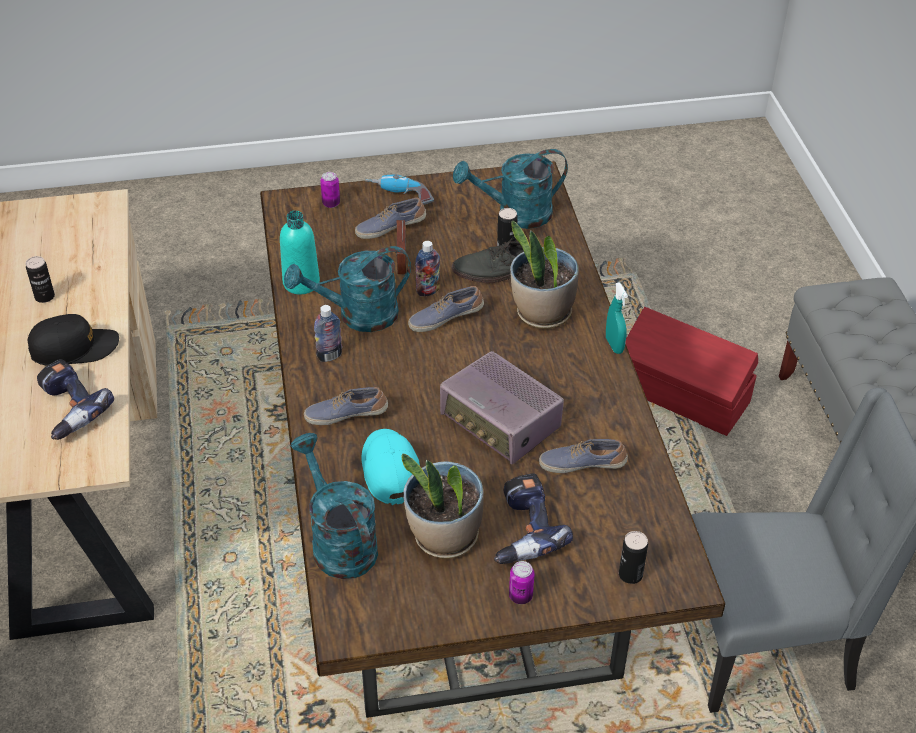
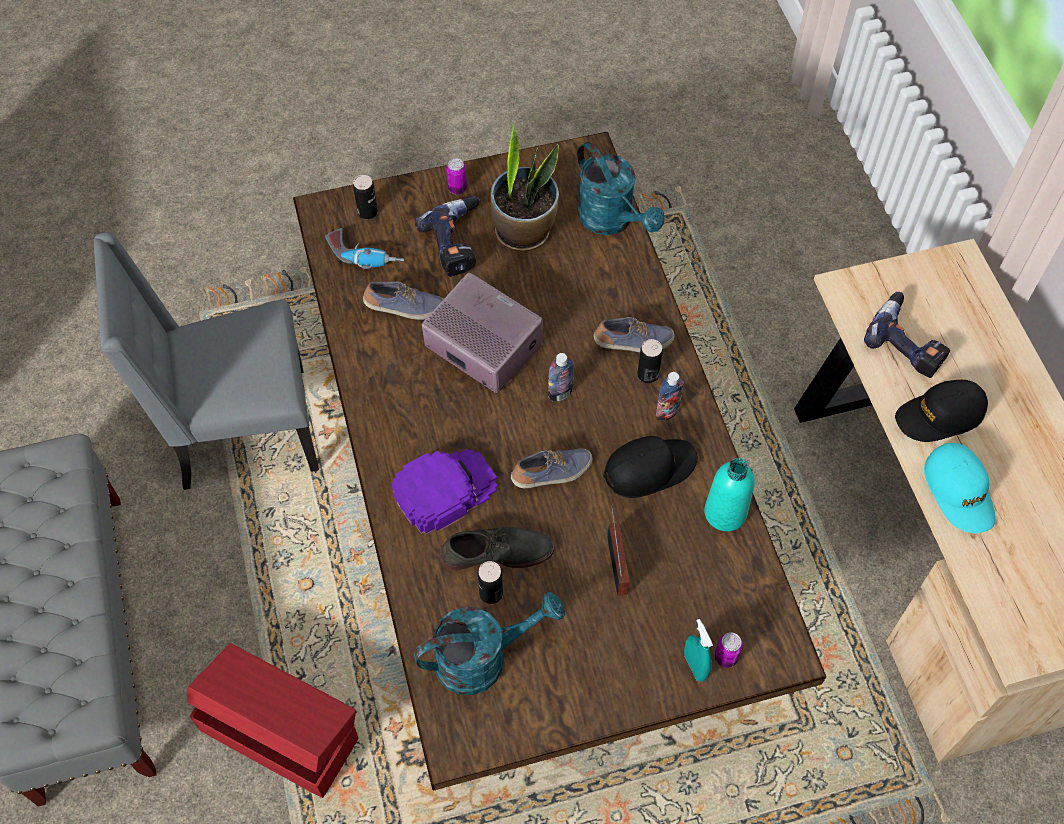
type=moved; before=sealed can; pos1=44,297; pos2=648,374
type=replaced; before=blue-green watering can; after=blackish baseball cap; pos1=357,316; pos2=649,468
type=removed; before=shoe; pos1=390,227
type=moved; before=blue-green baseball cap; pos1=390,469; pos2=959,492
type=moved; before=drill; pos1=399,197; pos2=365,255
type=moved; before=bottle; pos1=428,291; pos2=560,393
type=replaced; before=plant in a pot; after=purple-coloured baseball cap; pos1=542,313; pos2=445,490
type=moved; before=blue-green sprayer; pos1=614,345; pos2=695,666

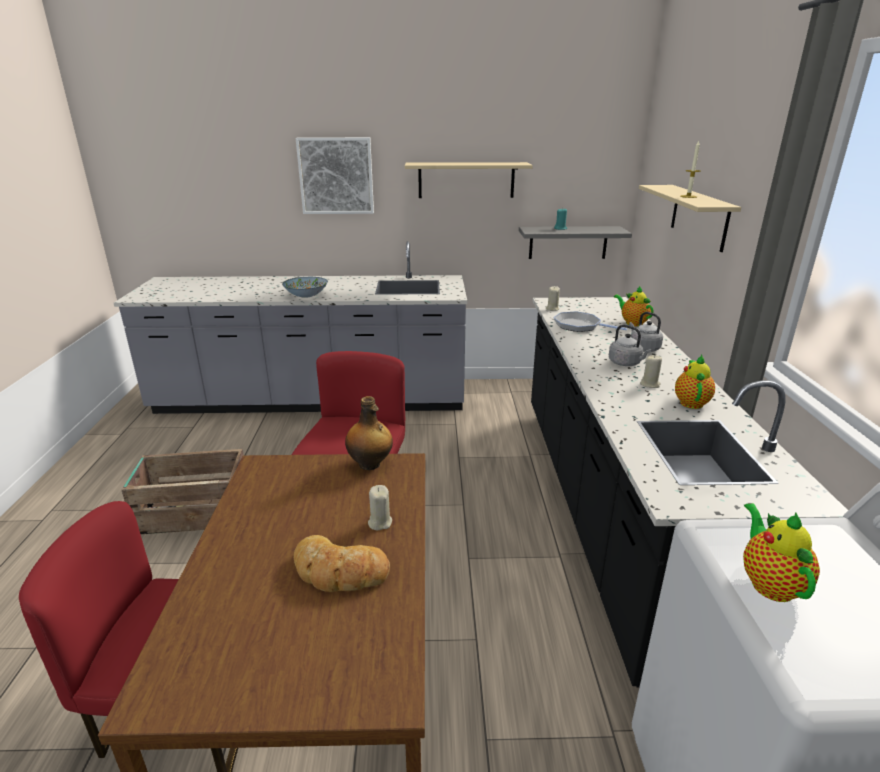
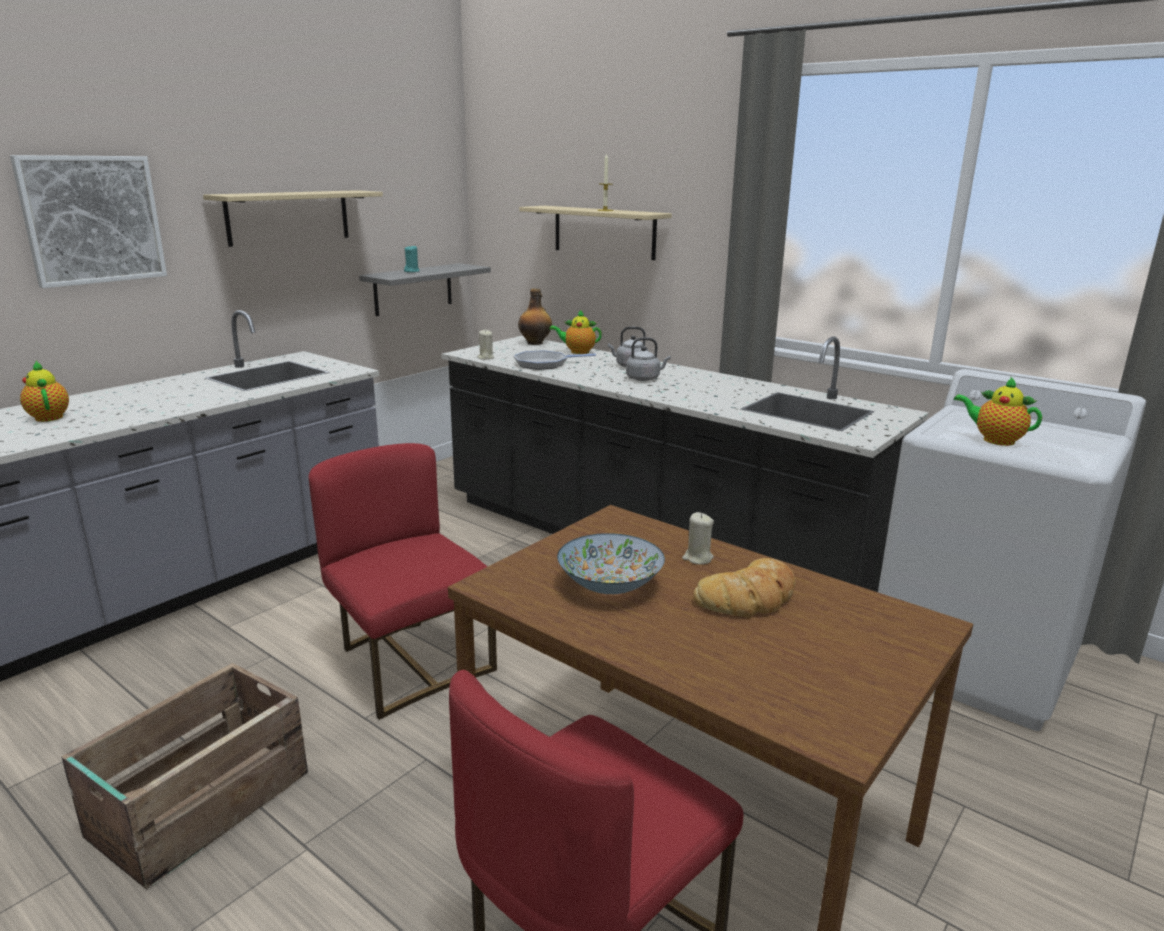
type=moved; before=bowl; pos1=306,296; pos2=610,586
type=moved; before=bottle; pos1=370,464; pos2=535,343
type=removed; before=beige wax candle; pos1=650,384
type=moved; before=pot for tea; pos1=691,402; pos2=49,417

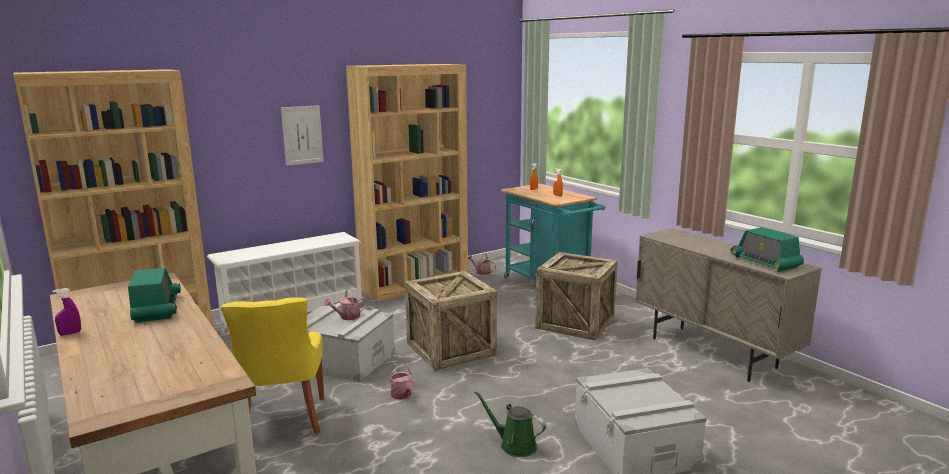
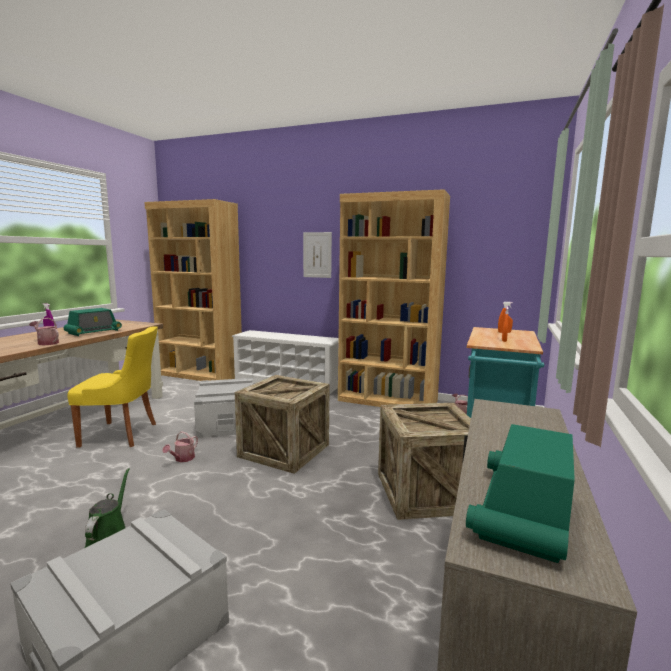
type=turned; before=yellowish plain chair; pos1=282,421; pos2=122,434; turn=-135
type=moved; before=watering can; pos1=347,317; pos2=46,343

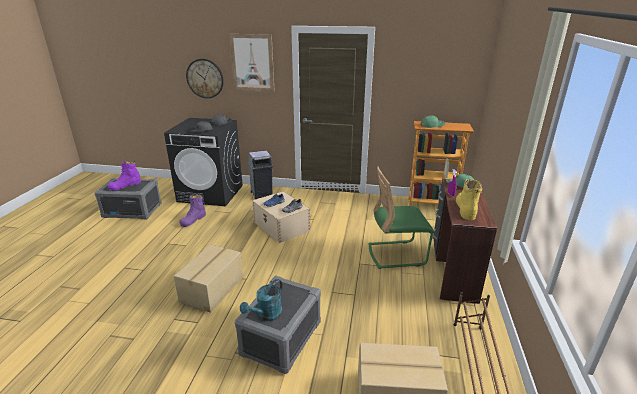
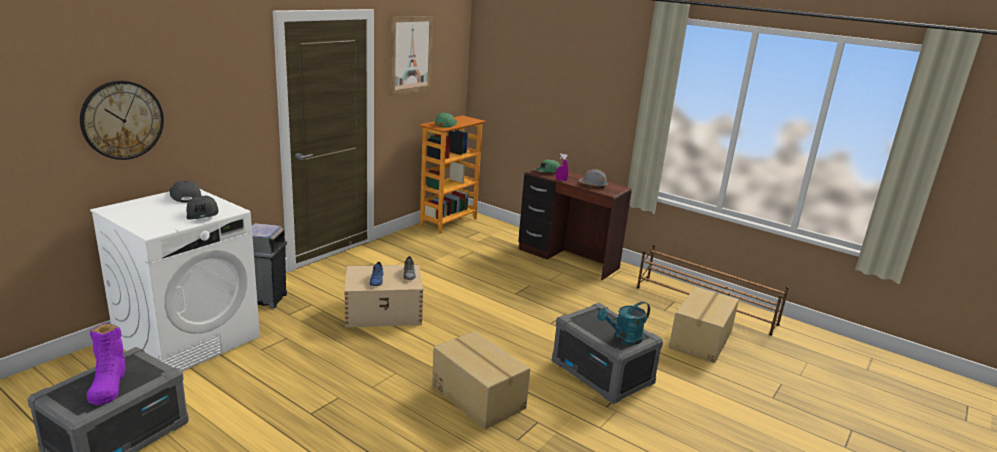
type=recoloured; before=blackish washing machine; after=whitish washing machine; pos1=211,193; pos2=189,339
type=removed; before=purple-coloured tall boot; pos1=193,220
type=moved; before=wall picture; pos1=252,63; pos2=411,55
type=turned; before=blue-green watering can; pos1=266,315; pos2=623,338; turn=90
type=removed; before=greenish plain chair; pos1=396,254
type=replaced; before=yellowish tall boot; after=greyish work helmet; pos1=465,209; pos2=593,185

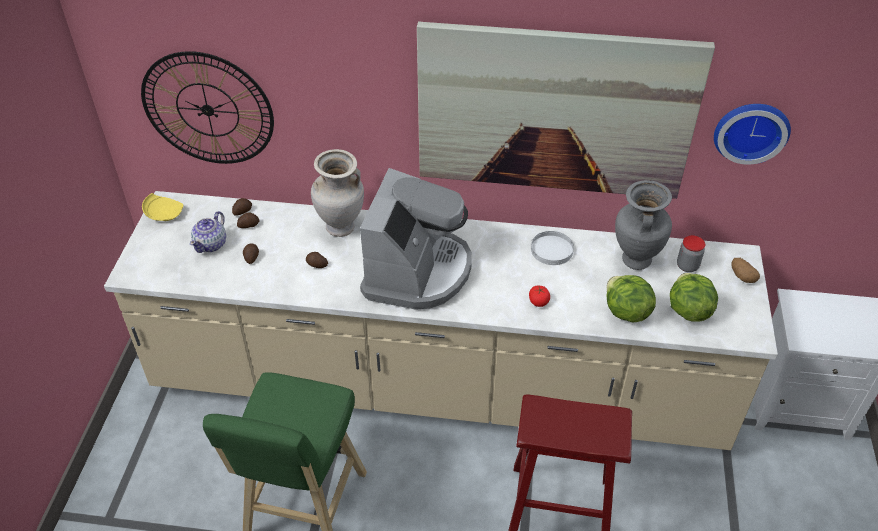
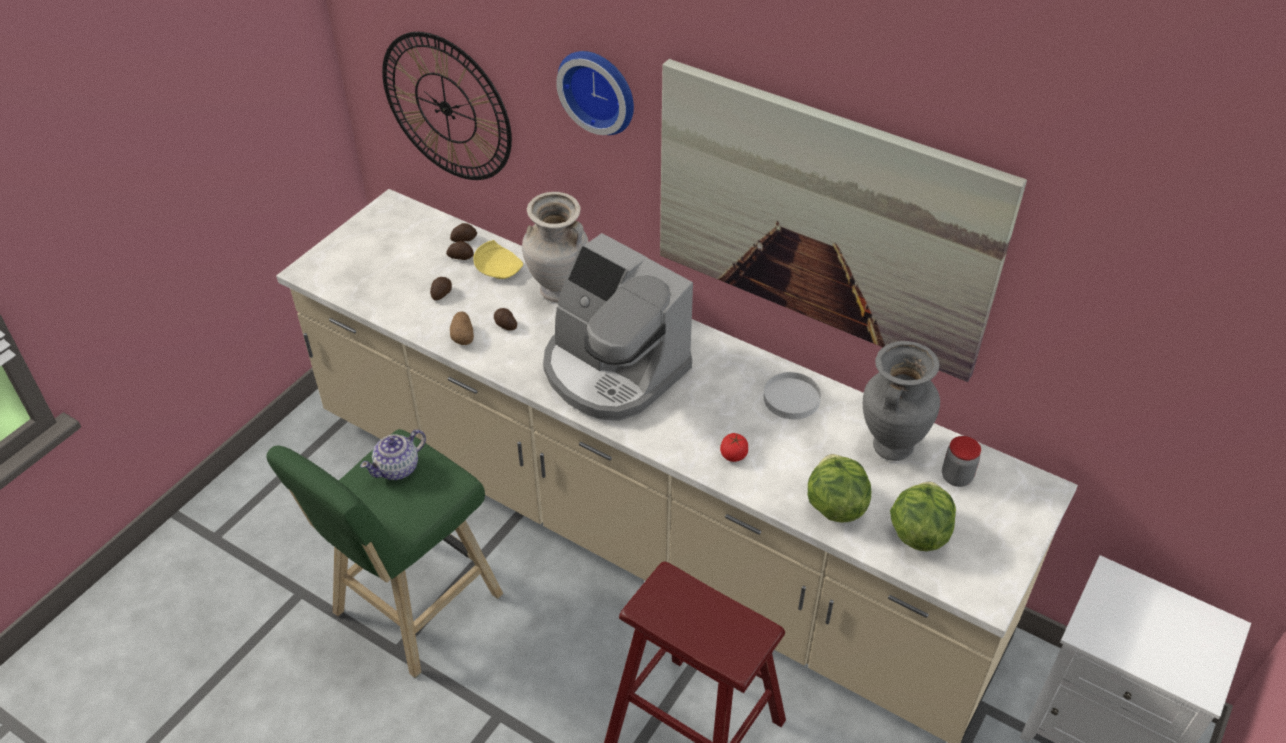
type=moved; before=yellowish dinner plate; pos1=164,213; pos2=499,269
type=moved; before=pot for tea; pos1=211,244; pos2=398,468
type=turned; before=coffee maker; pos1=417,271; pos2=612,370; turn=90
type=moved; before=hanging clock; pos1=750,130; pos2=599,89
type=moved; before=potato; pos1=742,276; pos2=463,336

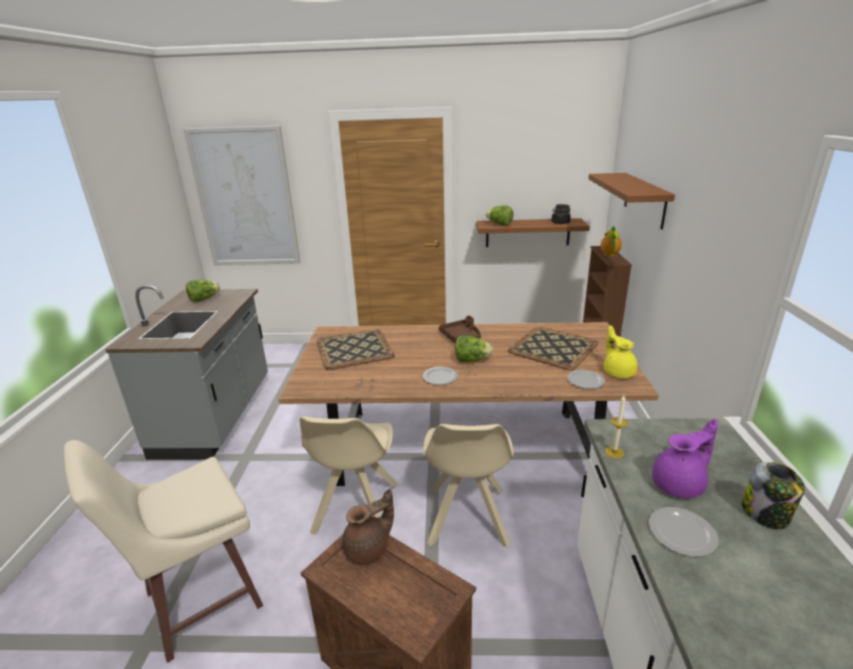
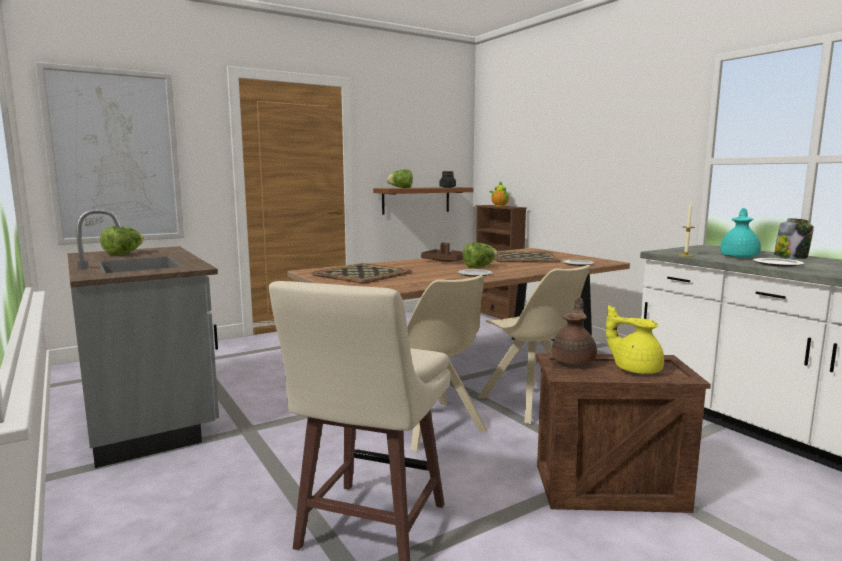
type=removed; before=brownish bracket shelf; pos1=644,199
type=moved; before=yellowish pot for tea; pos1=618,372; pos2=635,369
type=recoloured; before=purple-coloured pot for tea; after=blue-green pot for tea; pos1=679,484; pos2=739,257

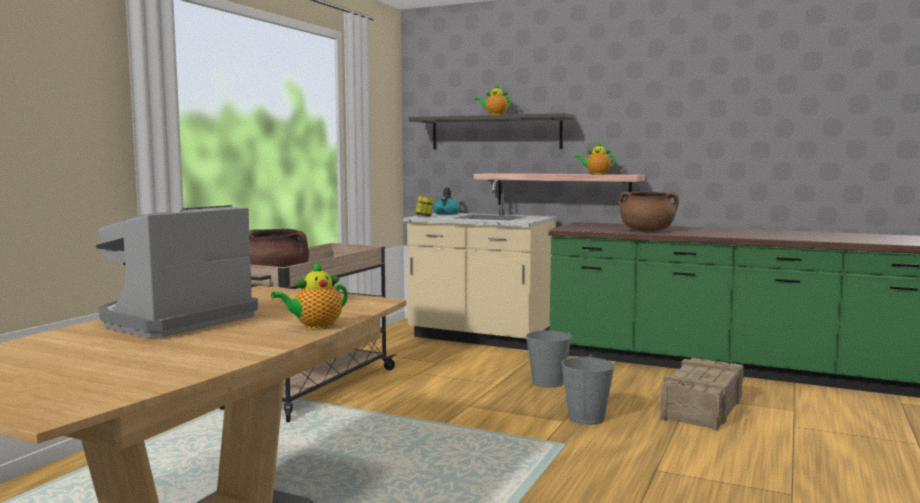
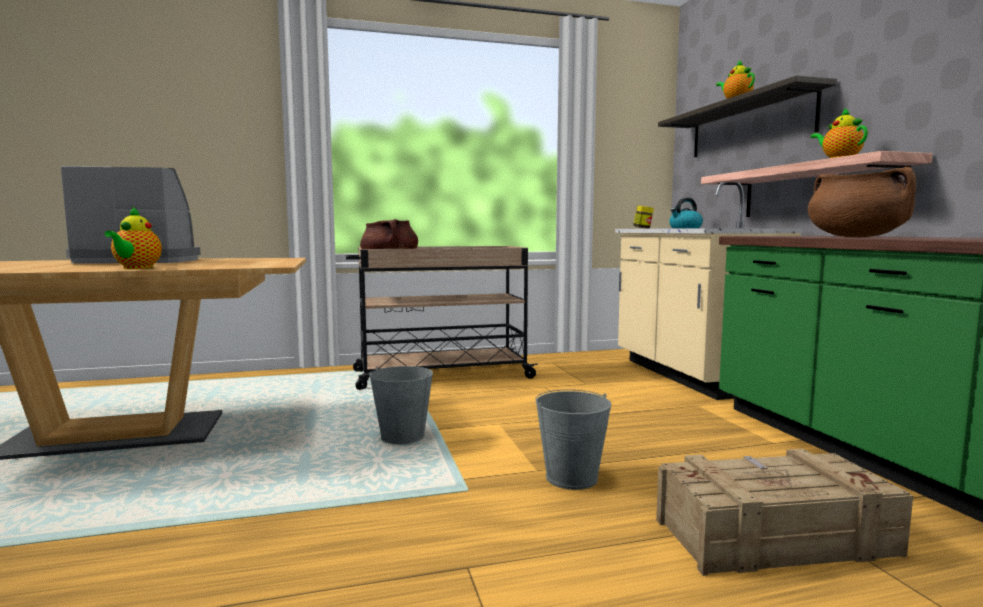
type=turned; before=pot for tea; pos1=315,327; pos2=136,268; turn=-105
type=moved; before=greyish water bucket; pos1=547,382; pos2=403,437

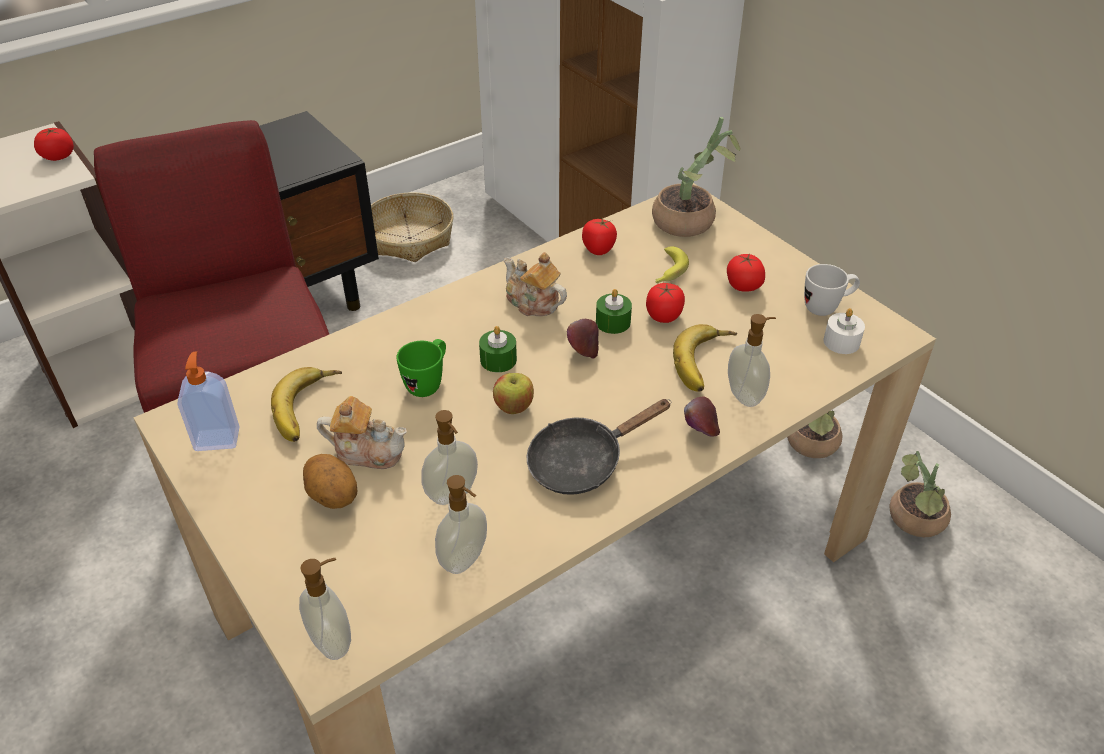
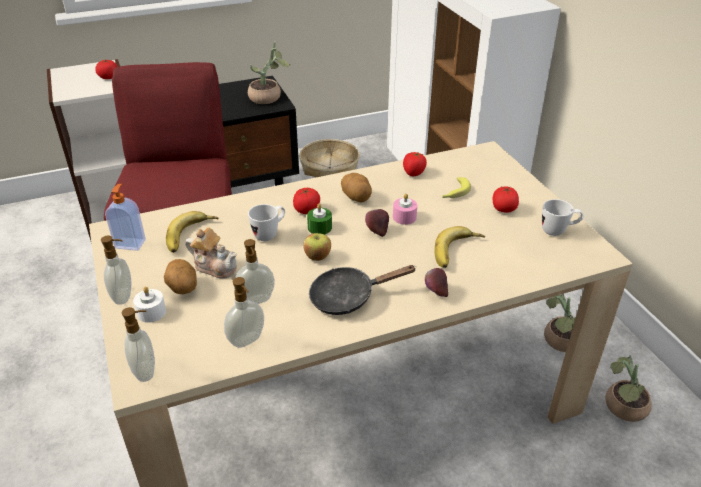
type=recoloured; before=greenish mug; after=whitish mug; pos1=428,383; pos2=269,234
type=replaced; before=pot for tea; after=potato; pos1=533,303; pos2=356,198
type=recoloured; before=greenish wax candle; after=pink wax candle; pos1=613,322; pos2=404,217
type=moved; before=whole tomato; pos1=664,315; pos2=306,210
type=moved; before=plant in a pot; pos1=691,222; pos2=269,98
type=moved; before=soap bottle; pos1=745,395; pos2=124,296
type=moved; before=whitish wax candle; pos1=841,342; pos2=151,312

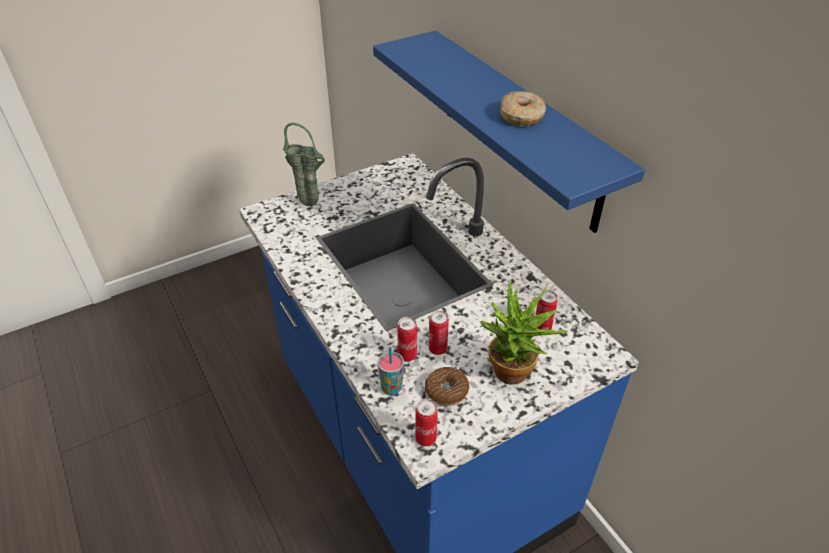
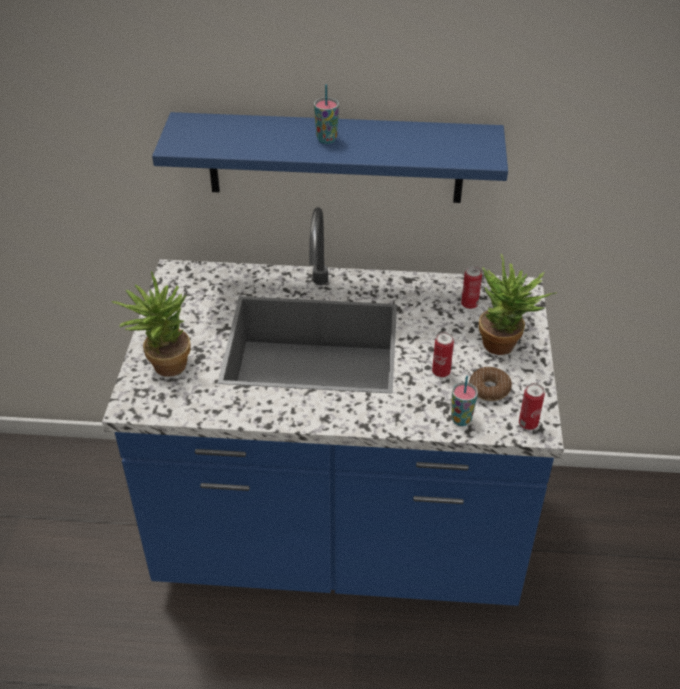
type=replaced; before=greenish decorative vase; after=plant in a pot; pos1=311,205; pos2=163,364
type=removed; before=sealed can; pos1=407,355
type=removed; before=donut; pos1=521,116
type=added; after=drinking cup; pos2=326,139

